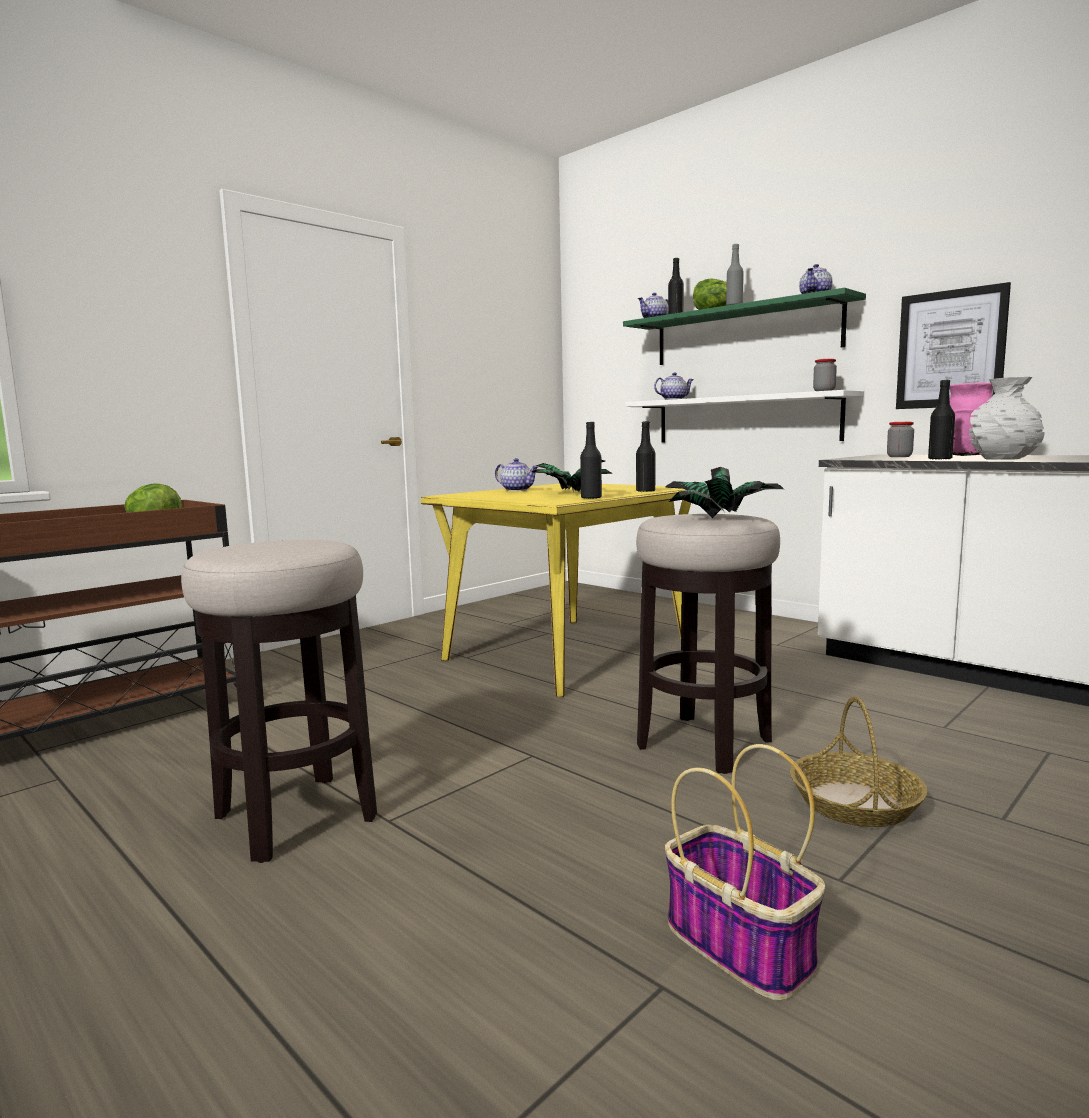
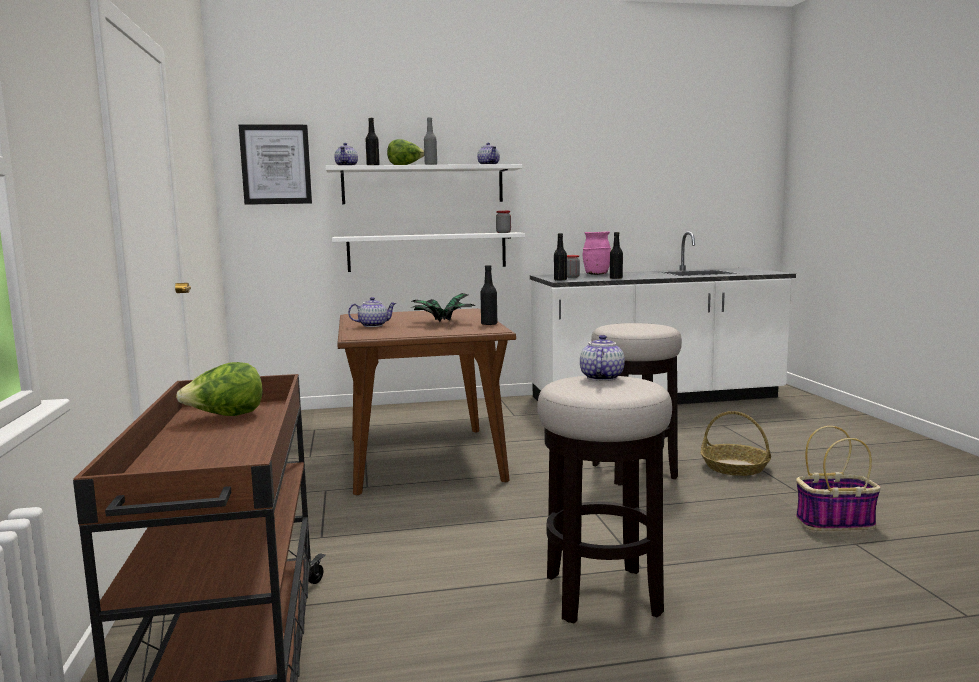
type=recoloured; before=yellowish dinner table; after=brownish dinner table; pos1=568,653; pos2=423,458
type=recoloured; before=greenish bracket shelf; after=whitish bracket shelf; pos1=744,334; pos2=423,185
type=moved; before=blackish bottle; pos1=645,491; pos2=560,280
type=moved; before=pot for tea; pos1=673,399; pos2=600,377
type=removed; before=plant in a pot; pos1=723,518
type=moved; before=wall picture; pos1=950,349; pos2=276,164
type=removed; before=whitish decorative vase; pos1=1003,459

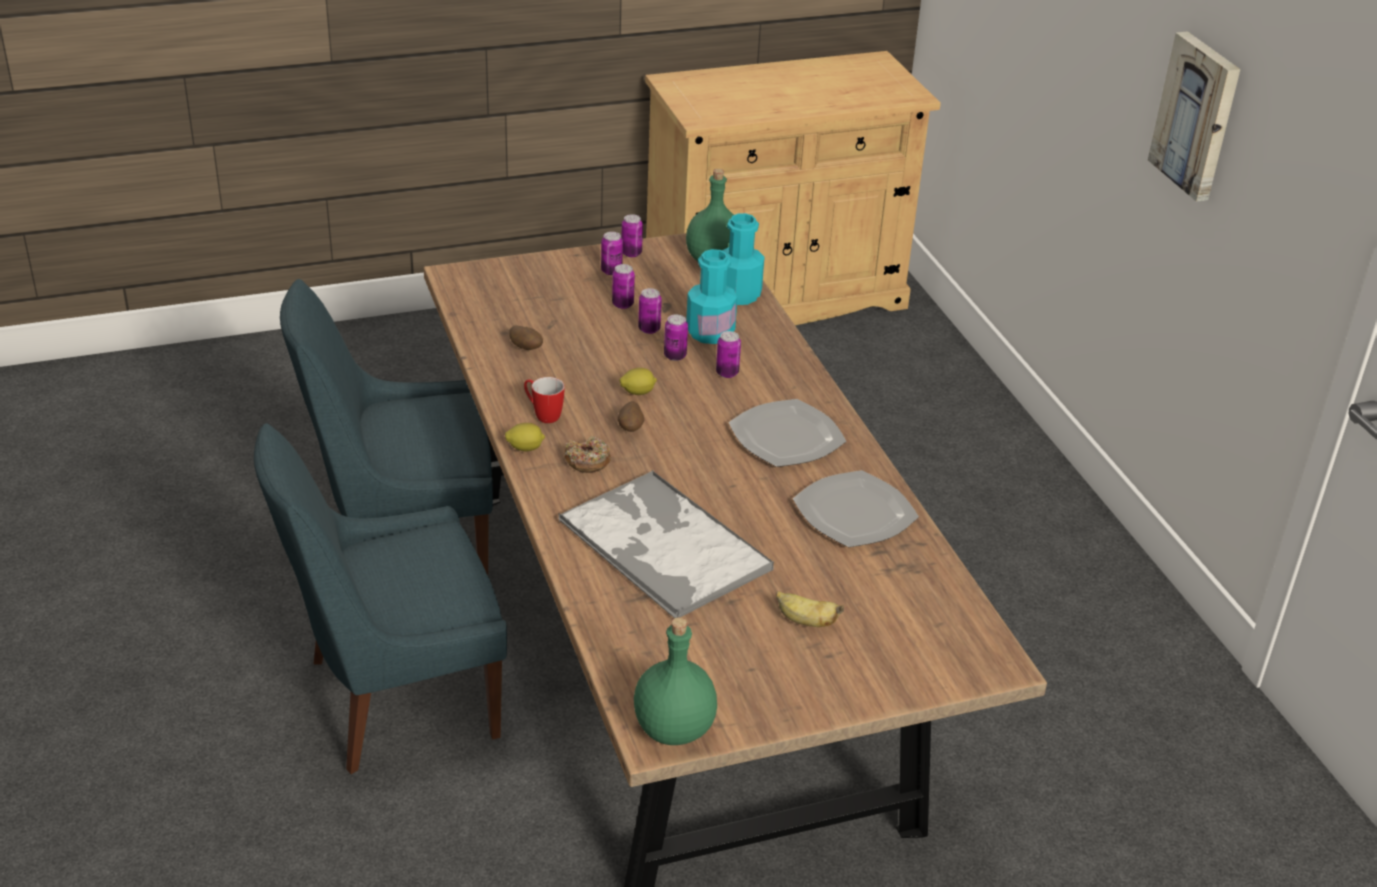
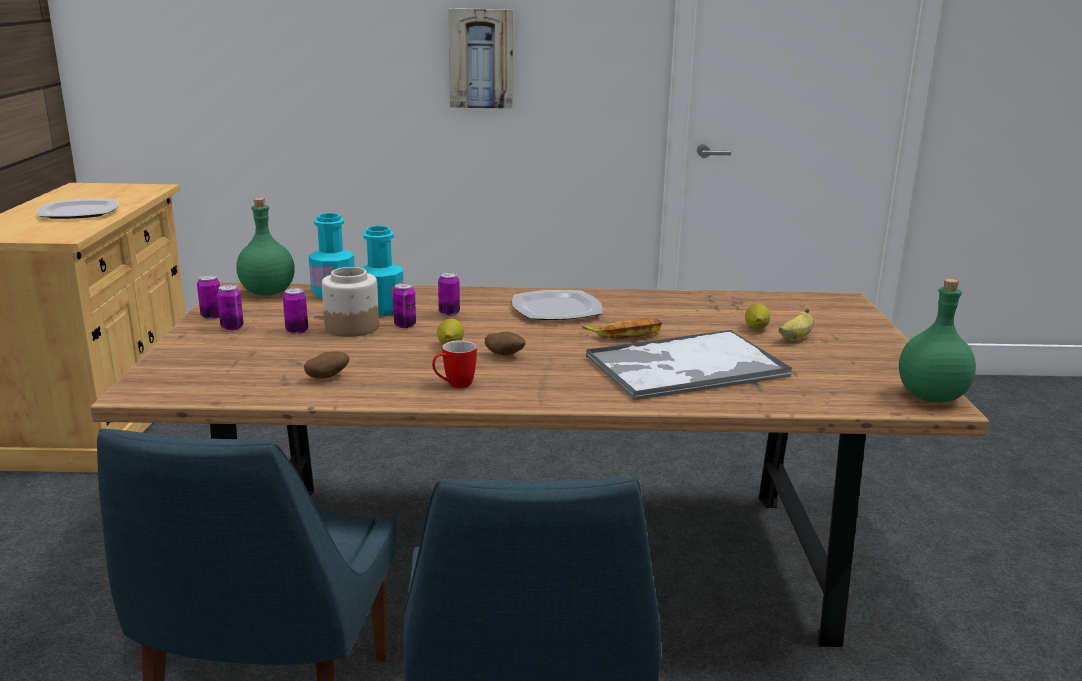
type=moved; before=citrus fruit; pos1=525,448; pos2=756,328
type=removed; before=donut; pos1=587,461
type=replaced; before=sealed can; after=jar; pos1=649,329; pos2=351,327
type=moved; before=dinner plate; pos1=854,514; pos2=80,212
type=added; after=whole banana; pos2=625,334

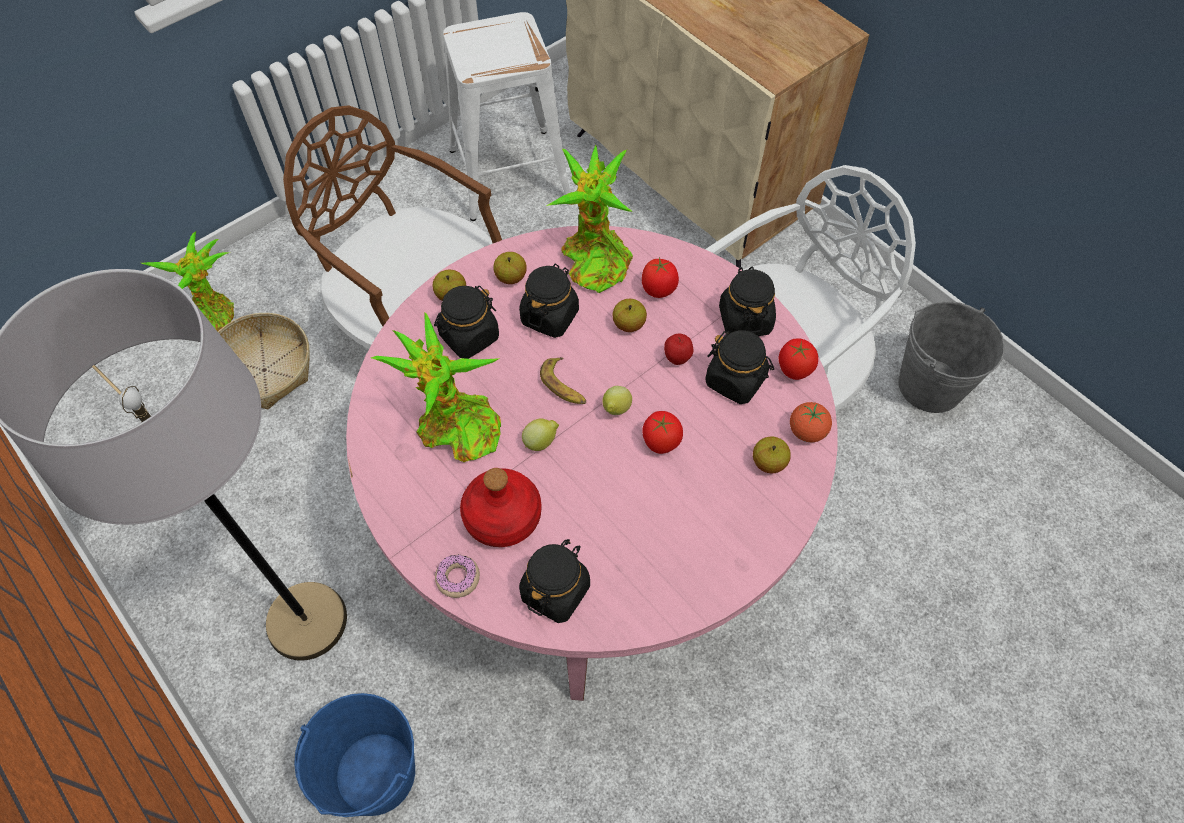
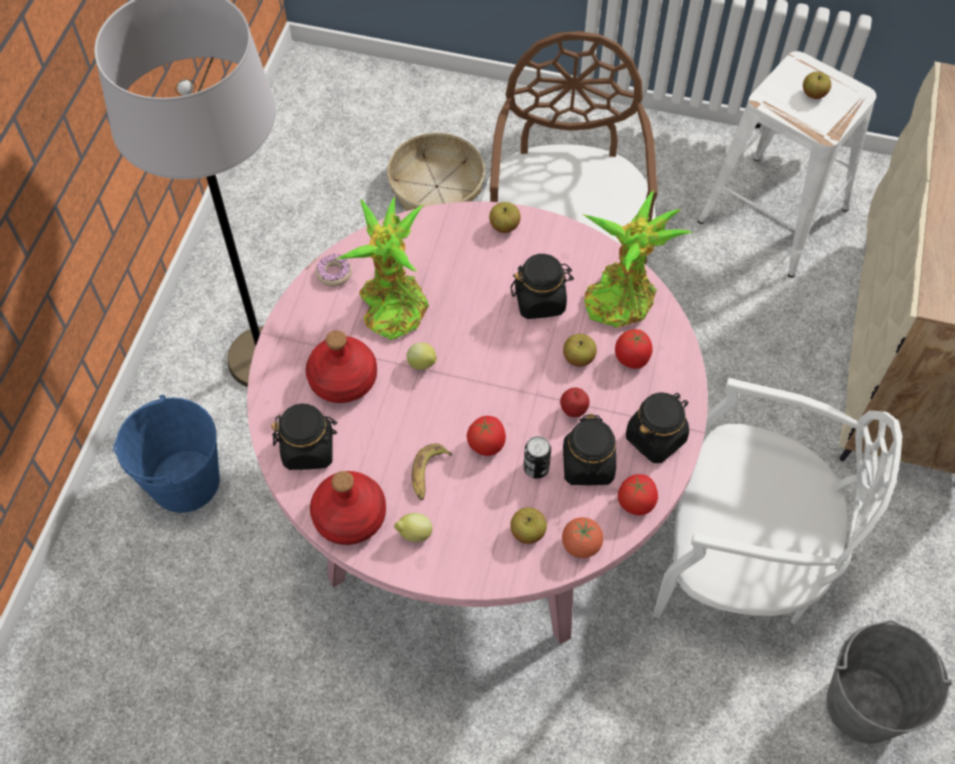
type=removed; before=plant in a pot; pos1=211,315
type=removed; before=blackish jar; pos1=469,336
type=moved; before=donut; pos1=458,578; pos2=334,274
type=moved; before=whole apple; pos1=511,277; pos2=813,94
type=moved; before=whole banana; pos1=564,386; pos2=428,474
type=moved; before=citrus fruit; pos1=616,410; pos2=414,534
type=added; after=reddish bottle; pos2=350,515
type=added; after=sealed can; pos2=536,468

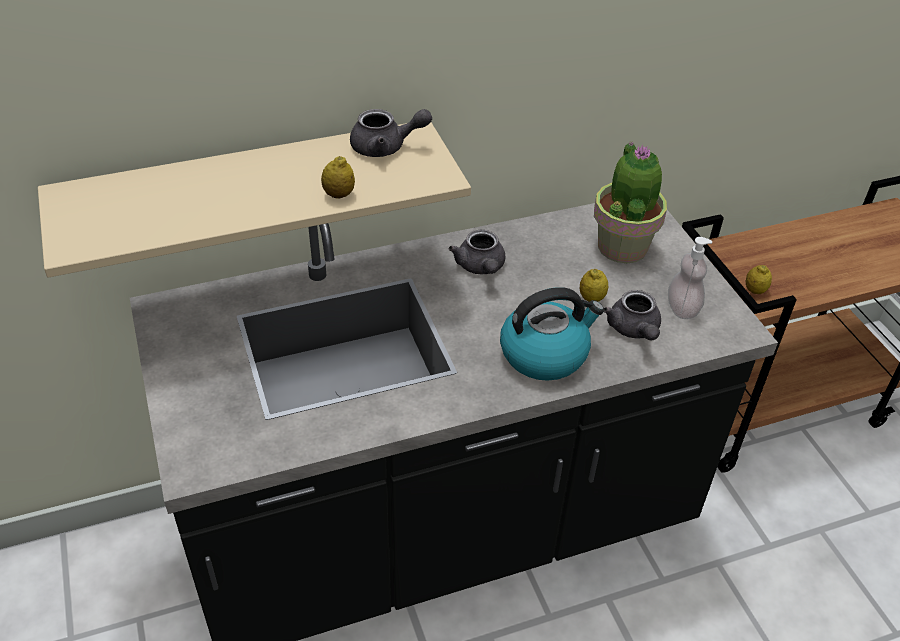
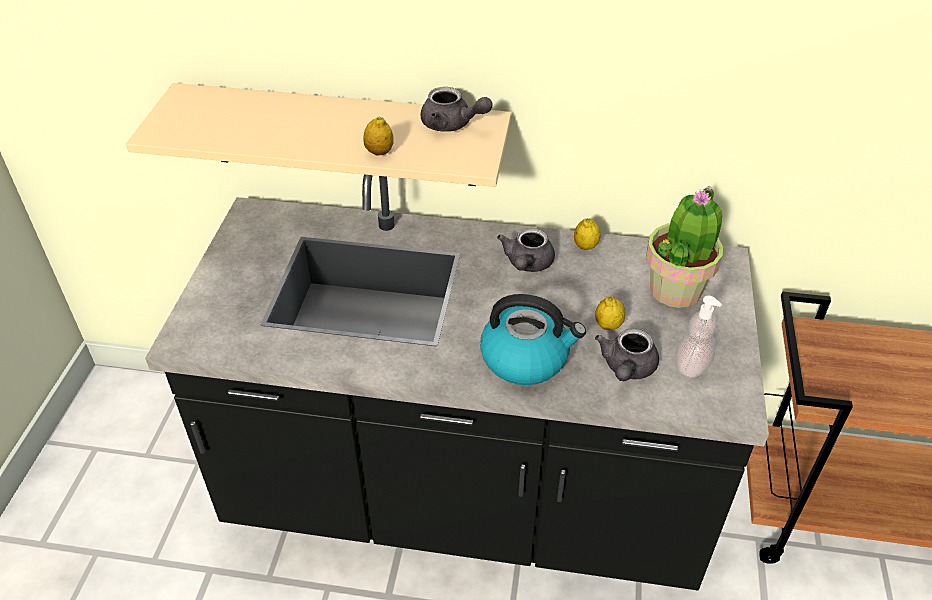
type=moved; before=citrus fruit; pos1=755,290; pos2=585,246

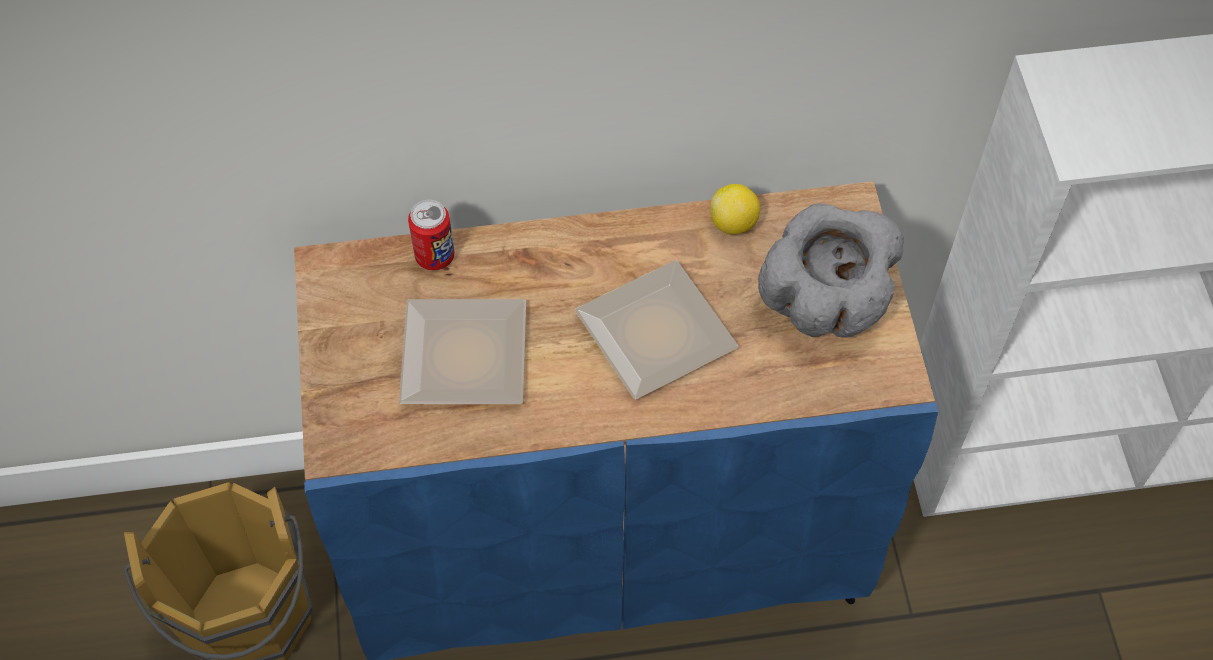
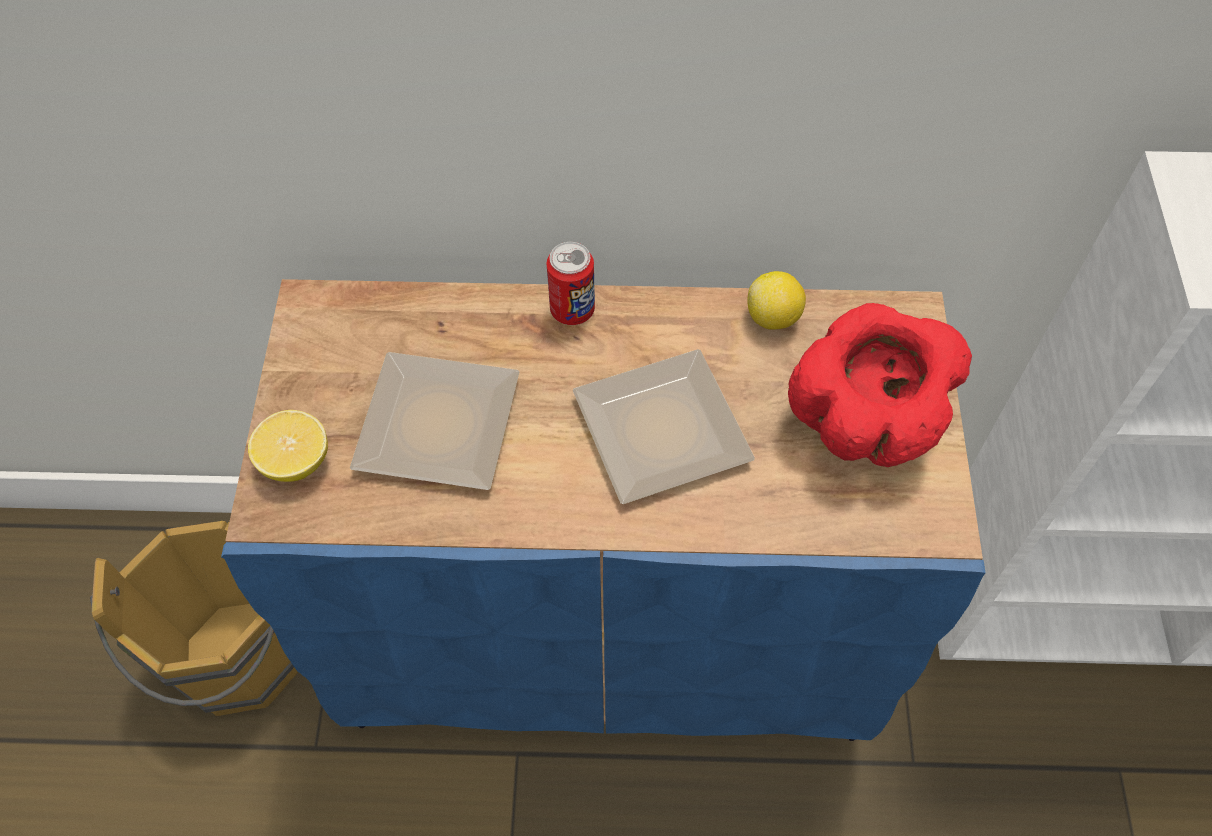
type=moved; before=sealed can; pos1=435,256; pos2=572,310
type=recoloured; before=greyish bowl; after=reddish bowl; pos1=827,303; pos2=868,423
type=added; after=citrus fruit; pos2=295,461

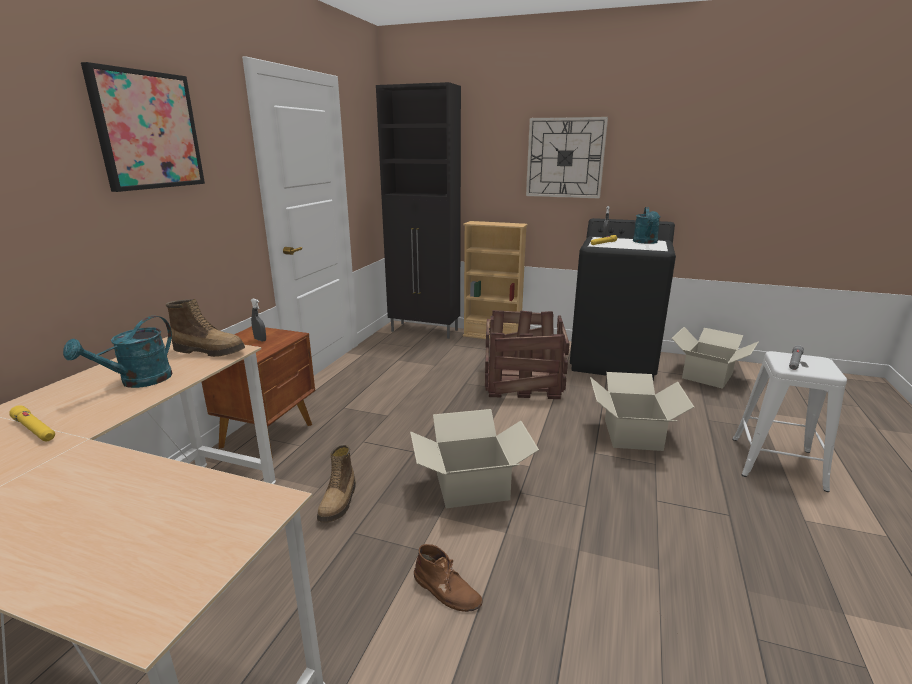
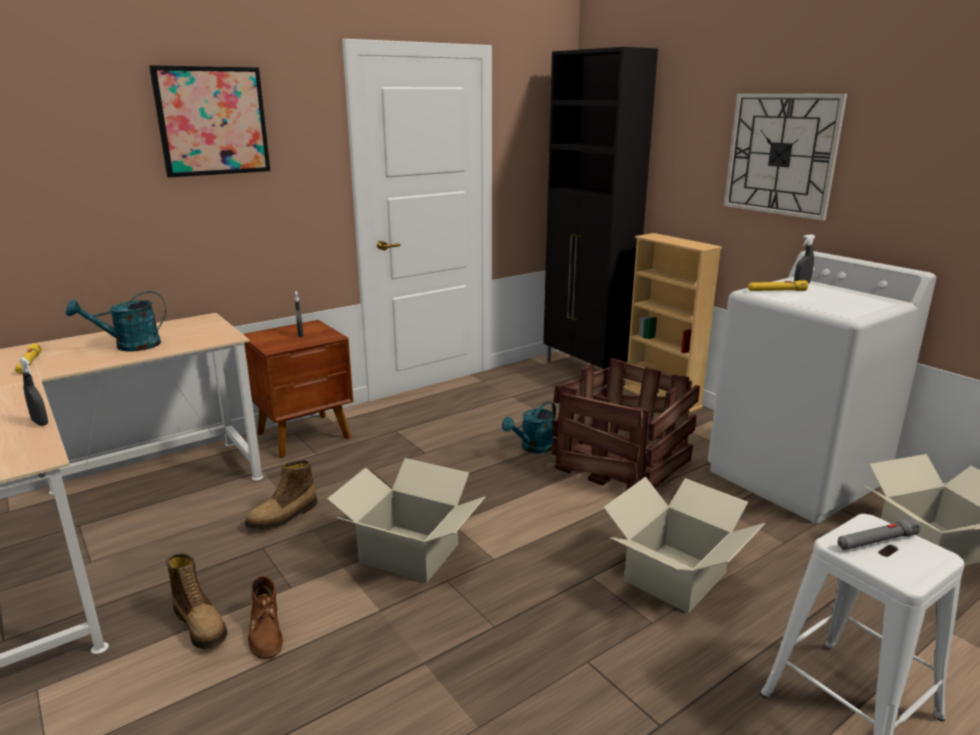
type=moved; before=tall boot; pos1=210,351; pos2=201,624
type=recoloured; before=blackish washing machine; after=whitish washing machine; pos1=614,361; pos2=796,477
type=moved; before=blue-green watering can; pos1=645,242; pos2=532,448
type=added; after=greyish sprayer; pos2=40,422

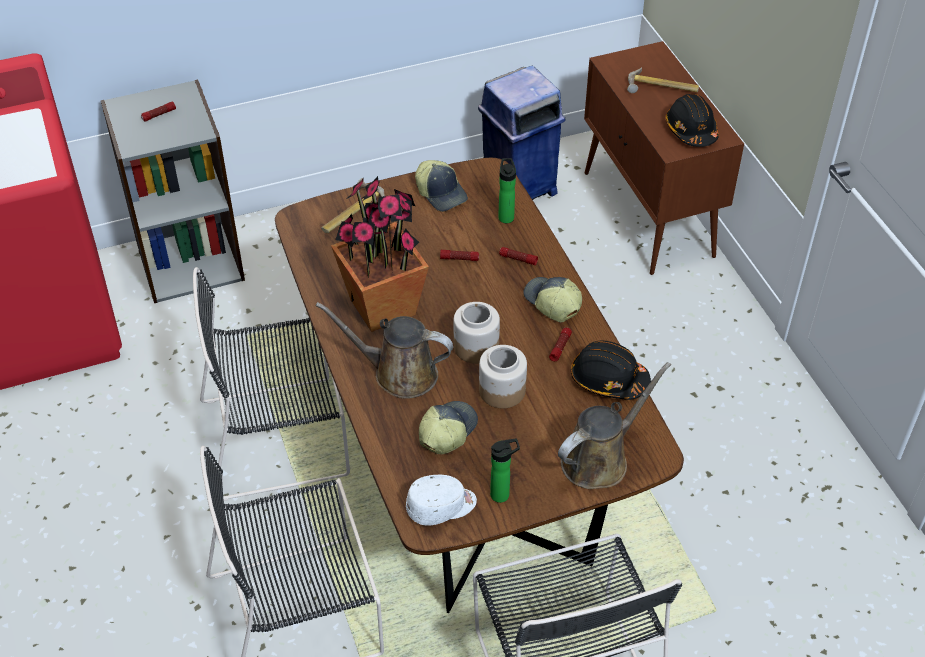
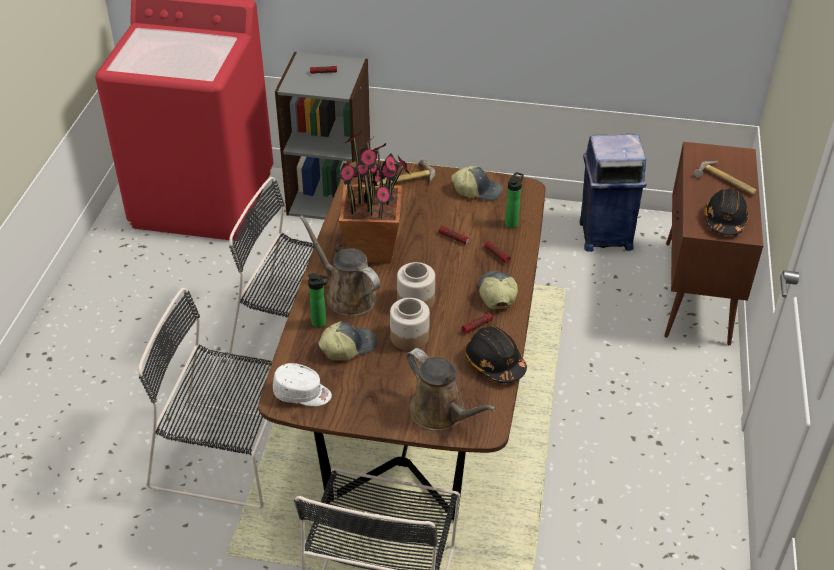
type=turned; before=baseball cap; pos1=441,193; pos2=477,190; turn=-75
type=moved; before=bottle; pos1=503,494; pos2=321,323
type=turned; before=brownish watering can; pos1=599,459; pos2=441,413; turn=60

